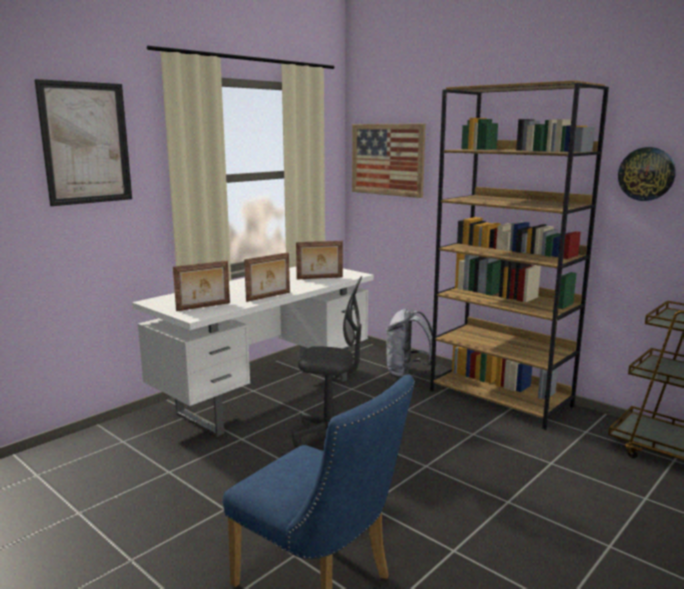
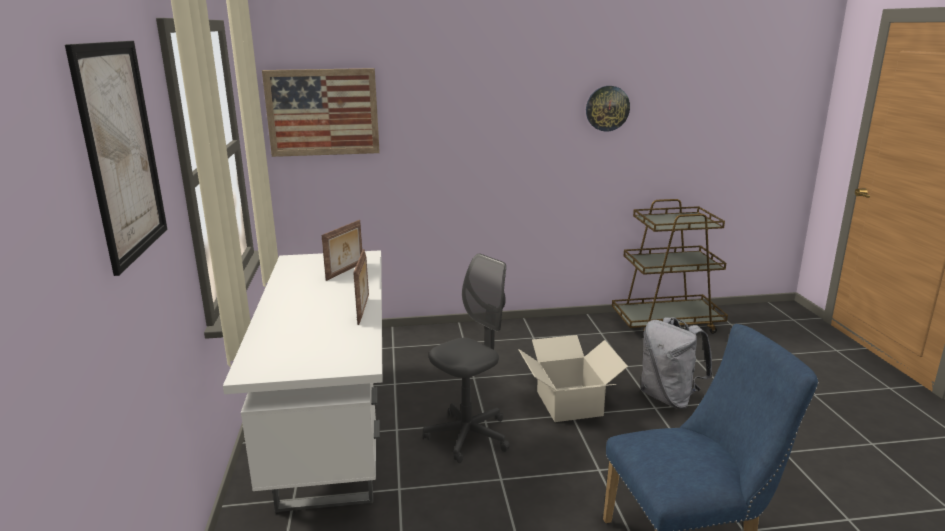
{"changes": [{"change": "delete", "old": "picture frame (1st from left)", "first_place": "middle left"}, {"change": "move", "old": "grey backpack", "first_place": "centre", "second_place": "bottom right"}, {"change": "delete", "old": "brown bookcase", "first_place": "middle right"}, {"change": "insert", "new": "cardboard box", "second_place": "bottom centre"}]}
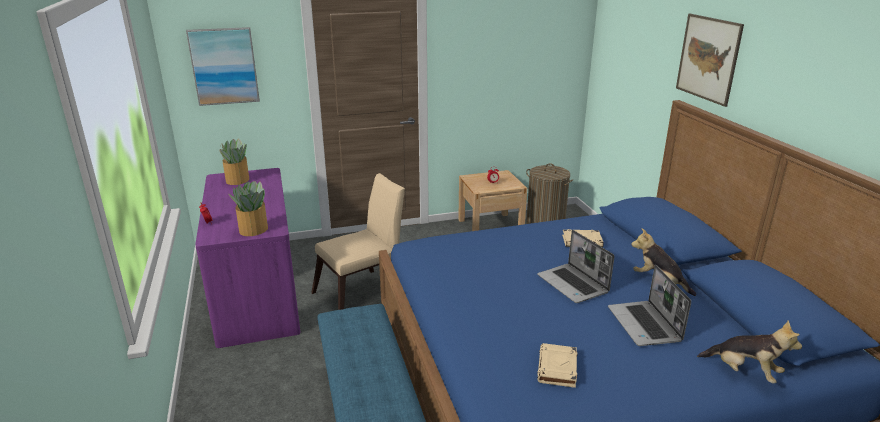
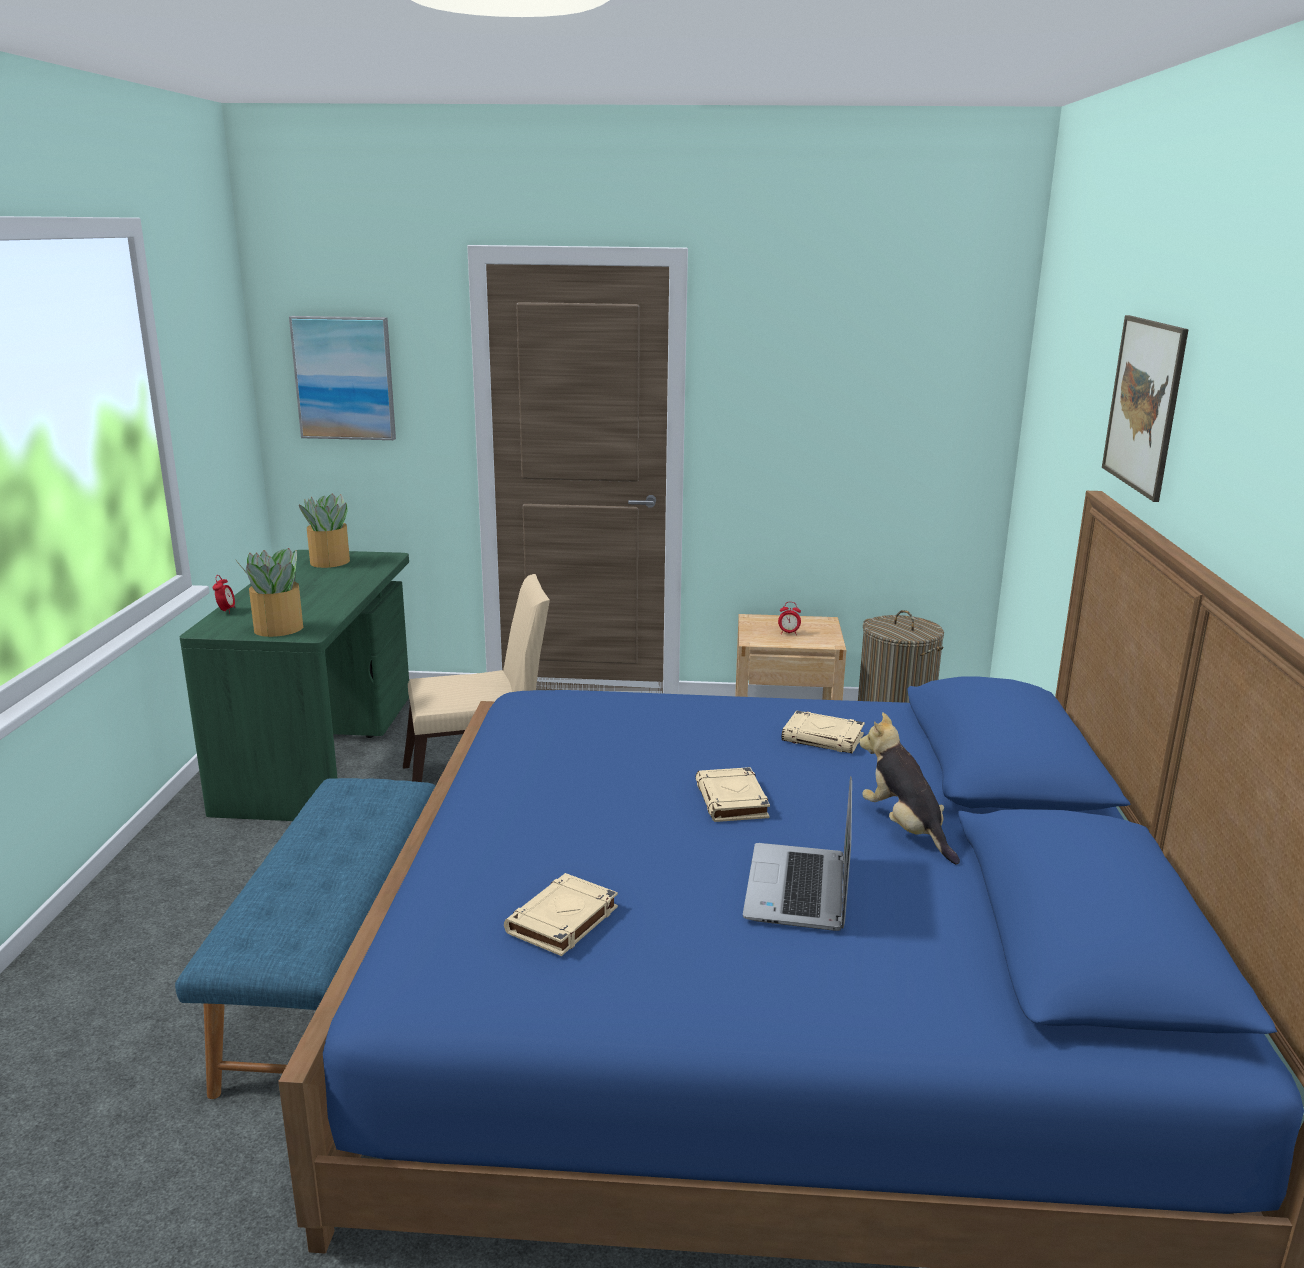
{"changes": [{"change": "recolor", "old": "purple desk", "new": "green desk", "first_place": "middle left", "second_place": "middle left"}, {"change": "replace", "old": "laptop (1st from left)", "new": "beige book (2nd from left)", "first_place": "centre", "second_place": "centre"}, {"change": "delete", "old": "plush toy (2nd from left)", "first_place": "bottom right"}]}
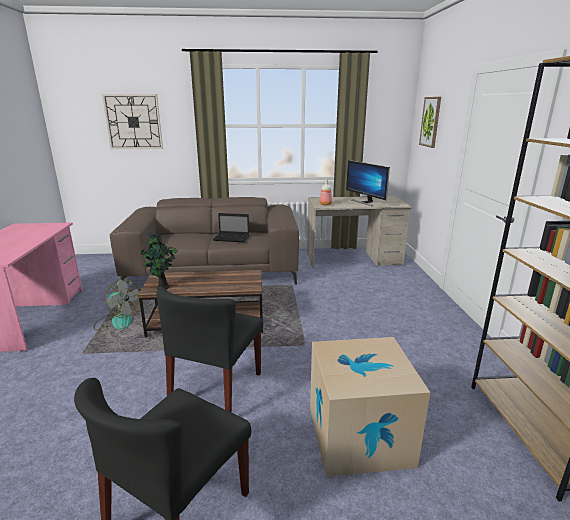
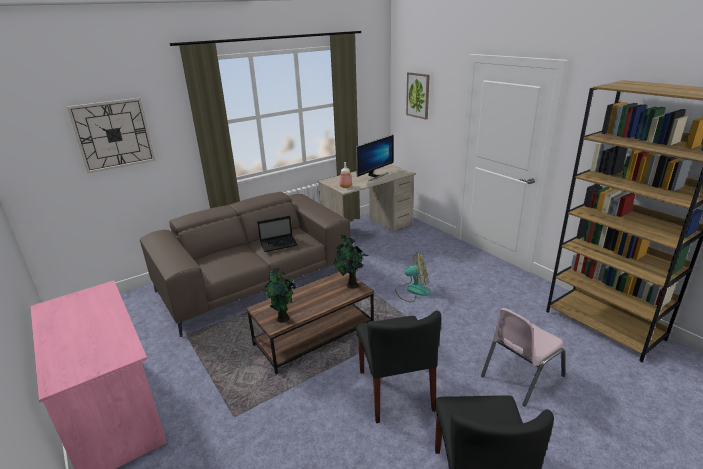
{"changes": [{"change": "move", "old": "fan", "first_place": "middle left", "second_place": "centre"}, {"change": "replace", "old": "cardboard box", "new": "pink chair", "first_place": "bottom centre", "second_place": "bottom right"}, {"change": "rotate", "old": "monitor", "first_place": "centre", "second_place": "centre", "degrees": -75}, {"change": "insert", "new": "potted plant (2nd from left)", "second_place": "centre"}]}
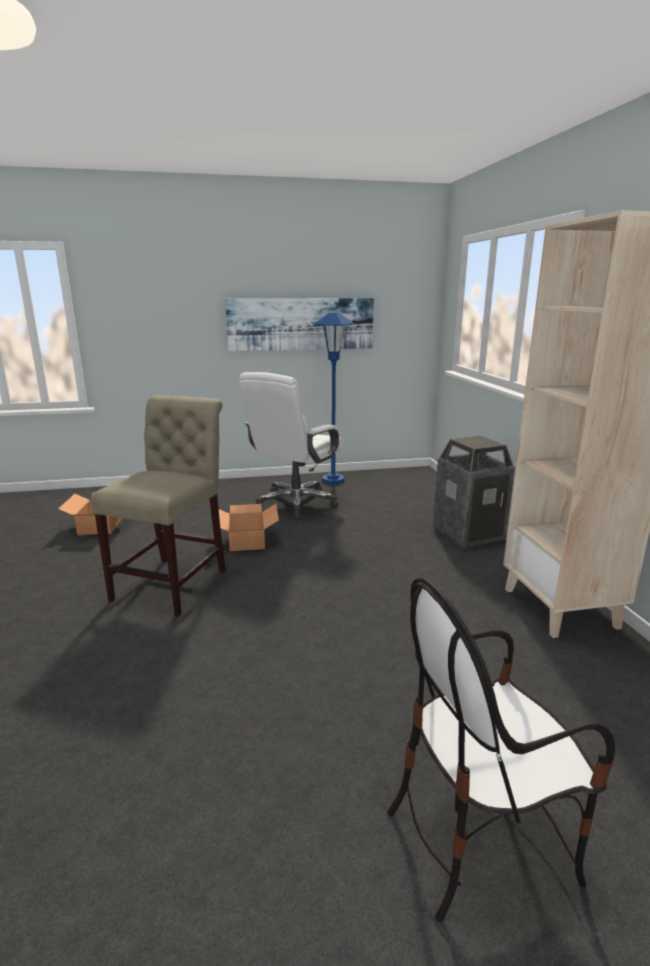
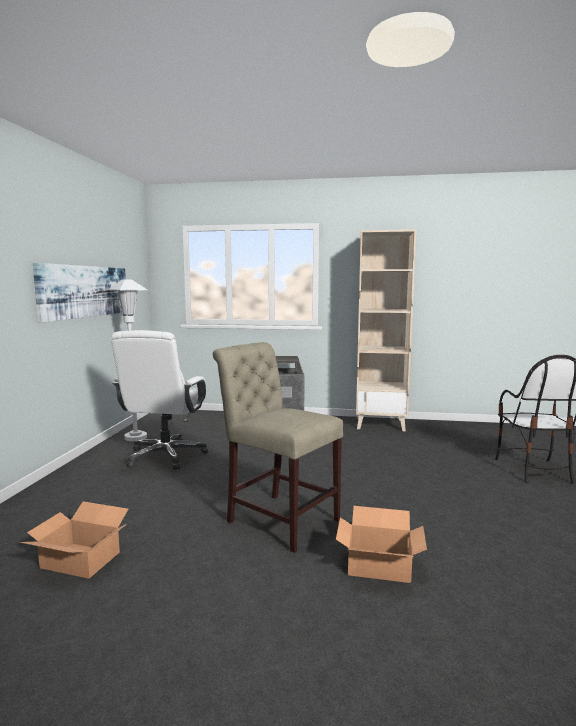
{"changes": [{"change": "move", "old": "cardboard box (2nd from left)", "first_place": "centre", "second_place": "bottom centre"}, {"change": "rotate", "old": "white office chair", "first_place": "centre", "second_place": "middle left", "degrees": 45}, {"change": "recolor", "old": "blue floor lamp", "new": "white floor lamp", "first_place": "centre", "second_place": "middle left"}]}
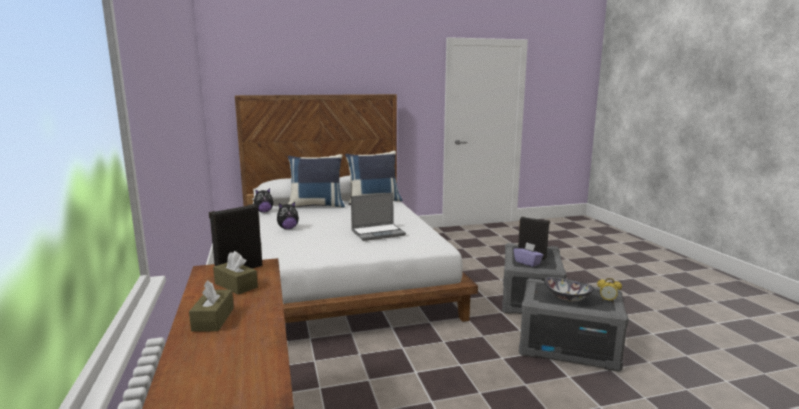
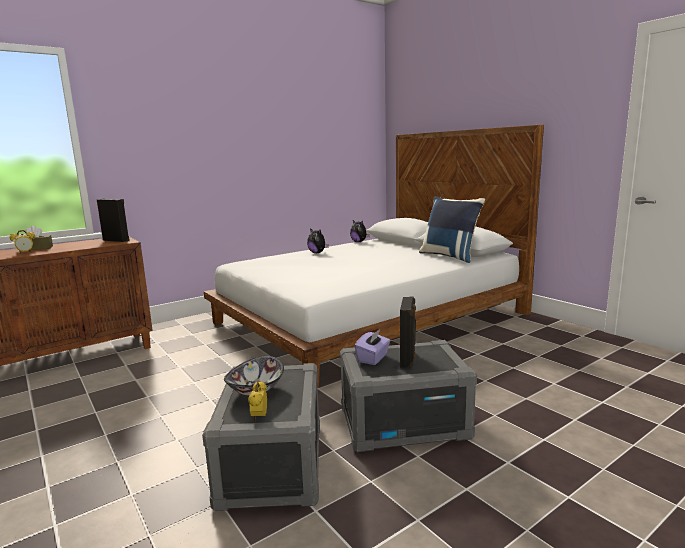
{"changes": [{"change": "delete", "old": "brown tissue box (2nd from left)", "first_place": "bottom left"}, {"change": "delete", "old": "blue pillow (1st from left)", "first_place": "centre"}, {"change": "delete", "old": "laptop", "first_place": "centre"}, {"change": "insert", "new": "alarm clock (1st from left)", "second_place": "middle left"}]}
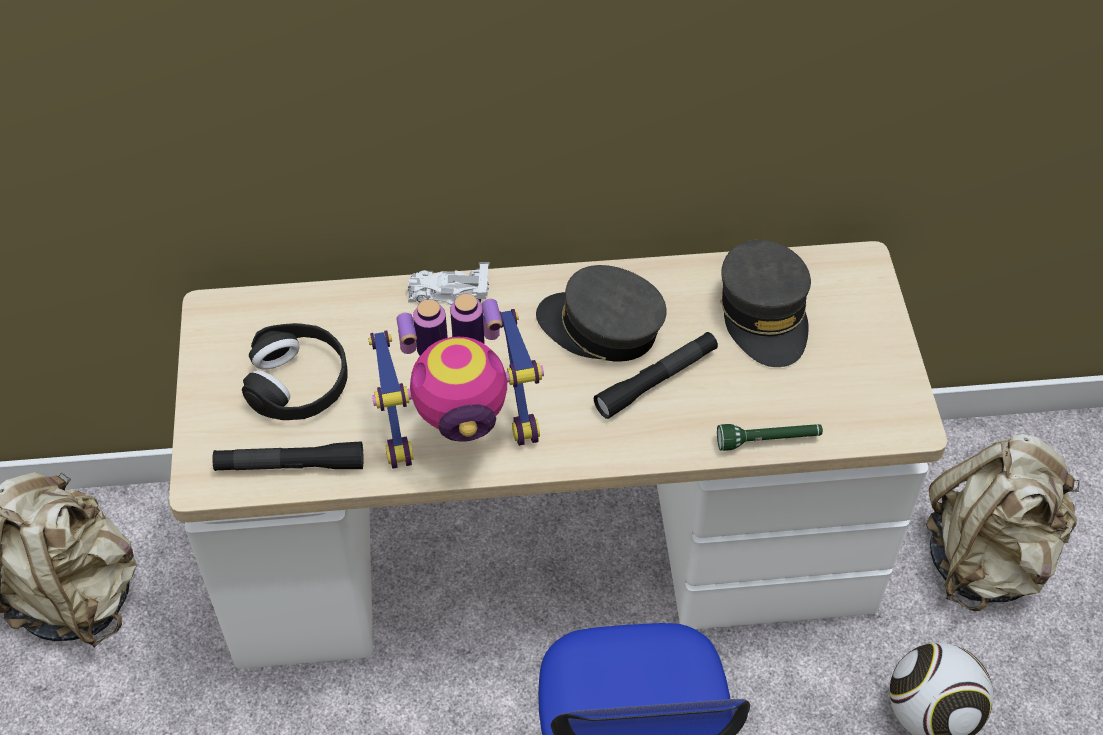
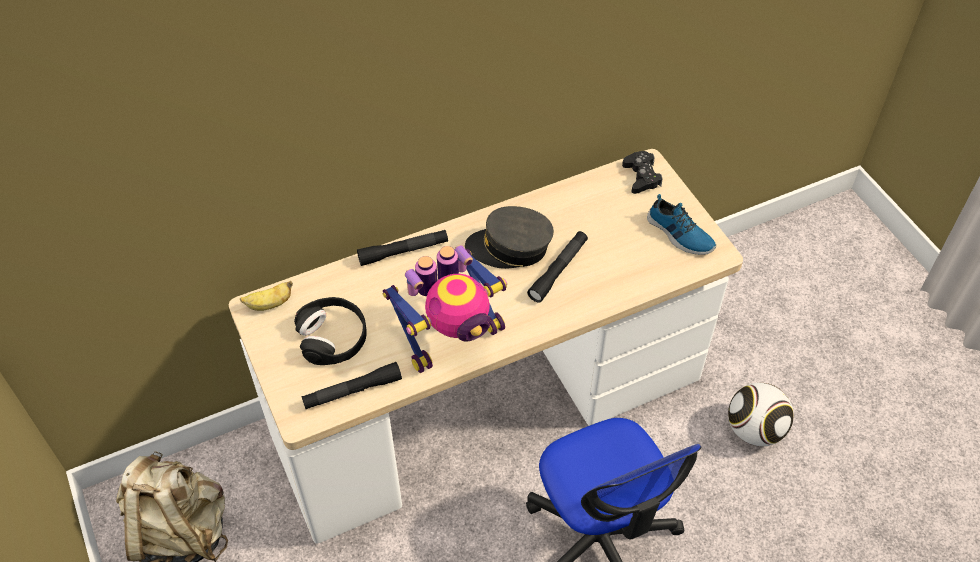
{"changes": [{"change": "replace", "old": "white toy car", "new": "black flashlight (2nd from left)", "first_place": "centre", "second_place": "centre"}, {"change": "delete", "old": "green flashlight", "first_place": "middle right"}, {"change": "delete", "old": "grey cap (2nd from left)", "first_place": "middle right"}, {"change": "delete", "old": "beige backpack (2nd from left)", "first_place": "bottom right"}, {"change": "insert", "new": "banana", "second_place": "middle left"}, {"change": "insert", "new": "black game controller", "second_place": "top centre"}, {"change": "insert", "new": "shoe", "second_place": "middle right"}]}
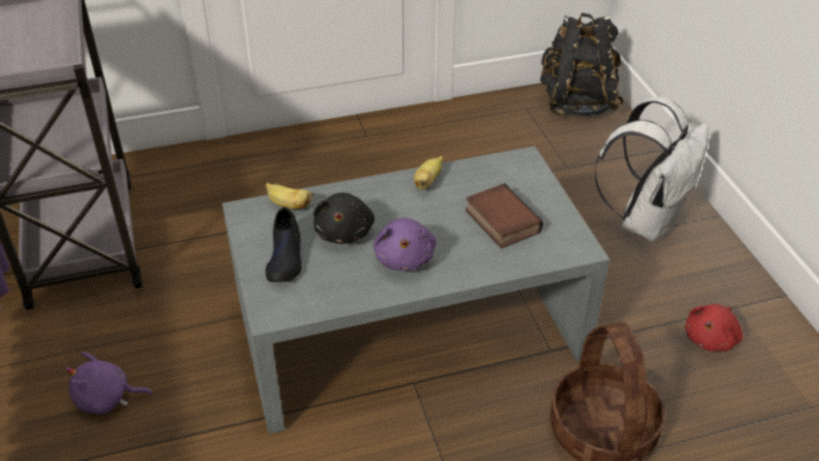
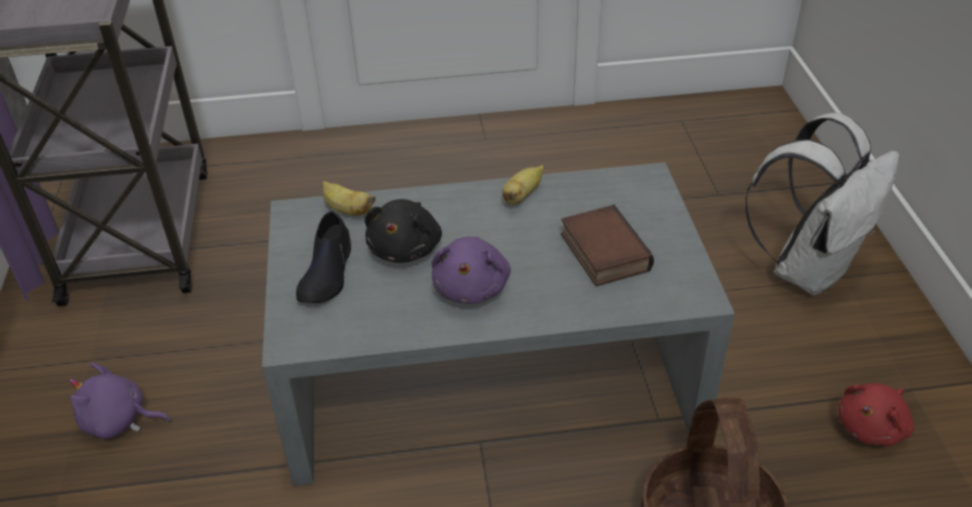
{"changes": [{"change": "delete", "old": "black backpack", "first_place": "top right"}]}
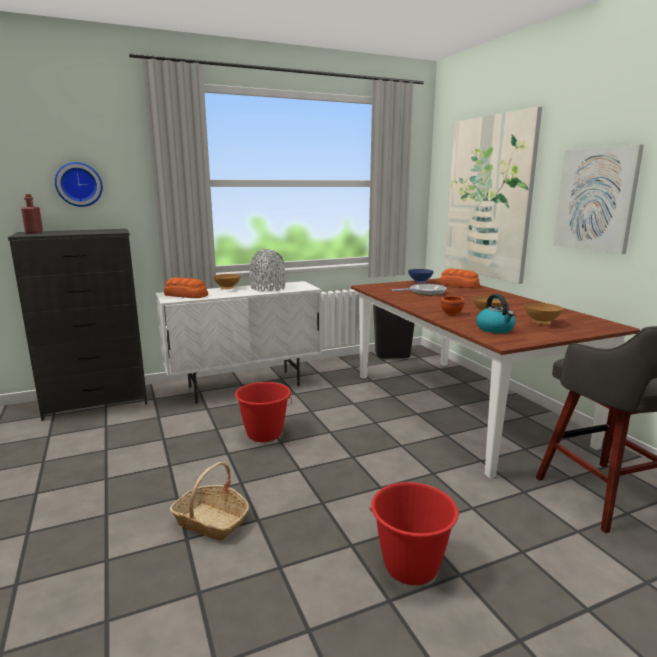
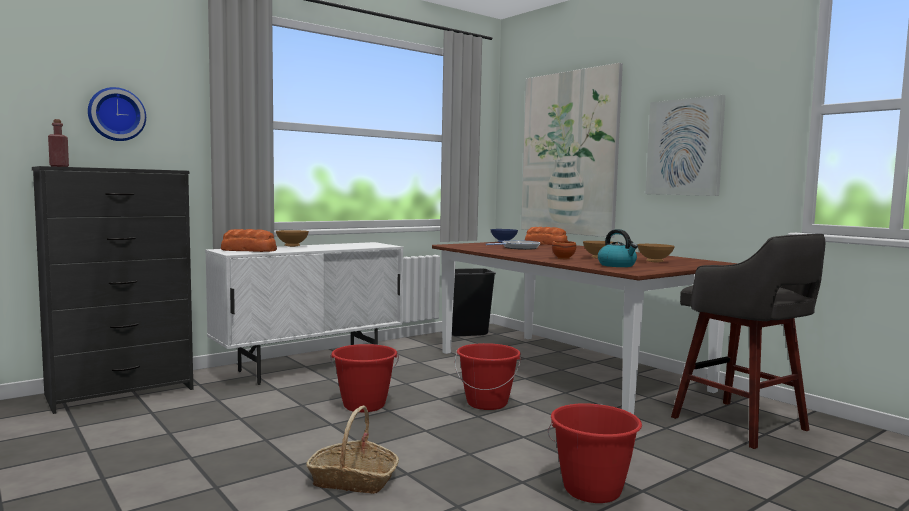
{"changes": [{"change": "delete", "old": "grey vase", "first_place": "centre"}, {"change": "insert", "new": "red bucket (2nd from left)", "second_place": "bottom centre"}]}
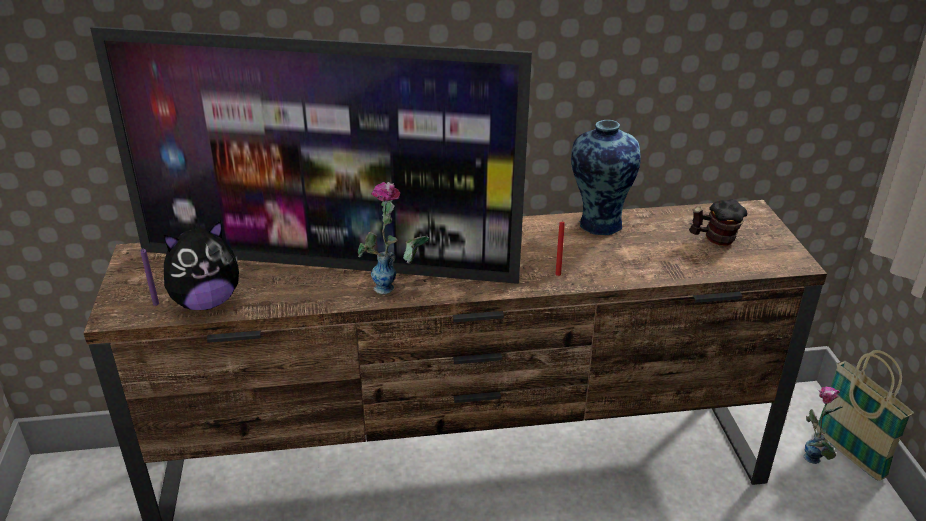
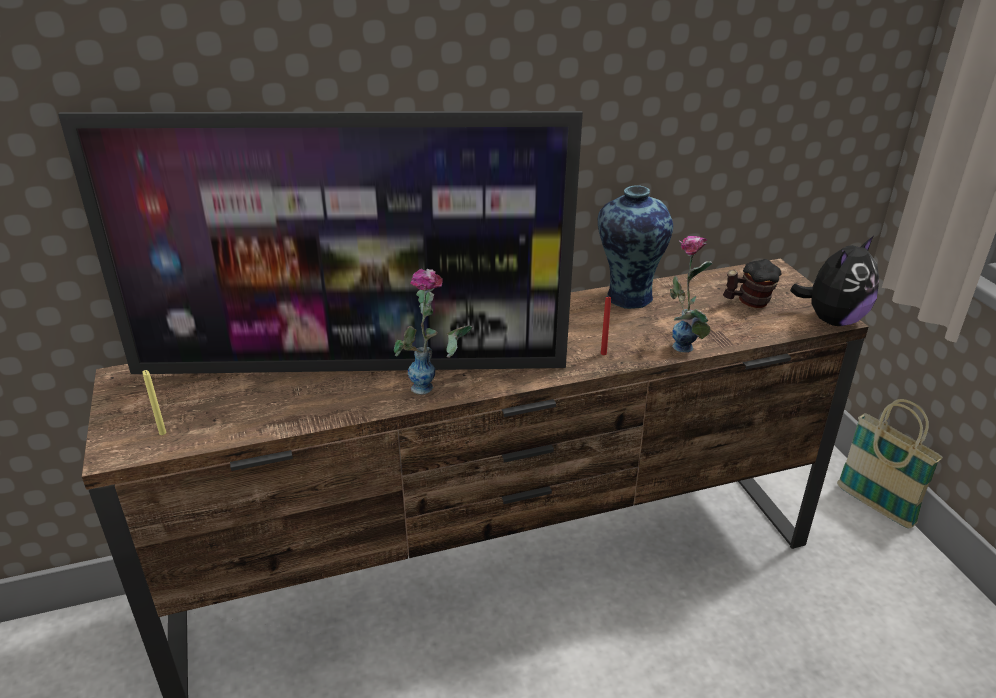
{"changes": [{"change": "recolor", "old": "purple candle", "new": "yellow candle", "first_place": "middle left", "second_place": "middle left"}, {"change": "move", "old": "plush toy", "first_place": "middle left", "second_place": "middle right"}, {"change": "move", "old": "vase (3rd from left)", "first_place": "bottom right", "second_place": "middle right"}]}
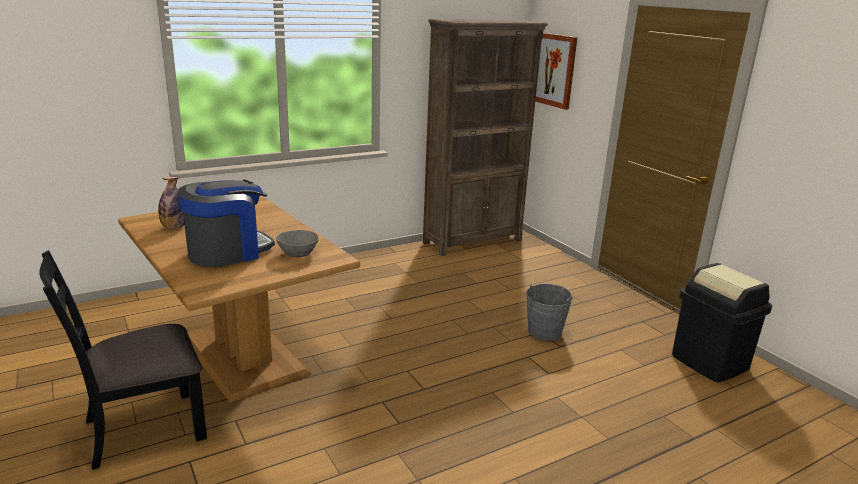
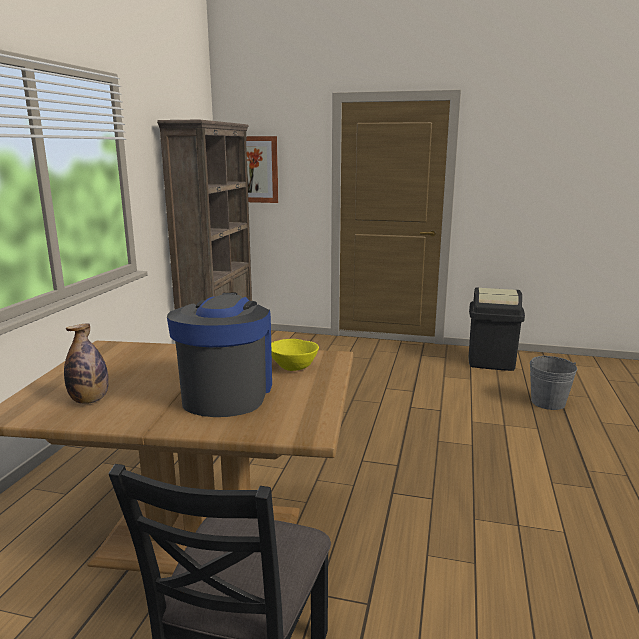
{"changes": [{"change": "recolor", "old": "grey bowl", "new": "yellow bowl", "first_place": "centre", "second_place": "centre"}, {"change": "move", "old": "grey bucket", "first_place": "centre", "second_place": "middle right"}]}
